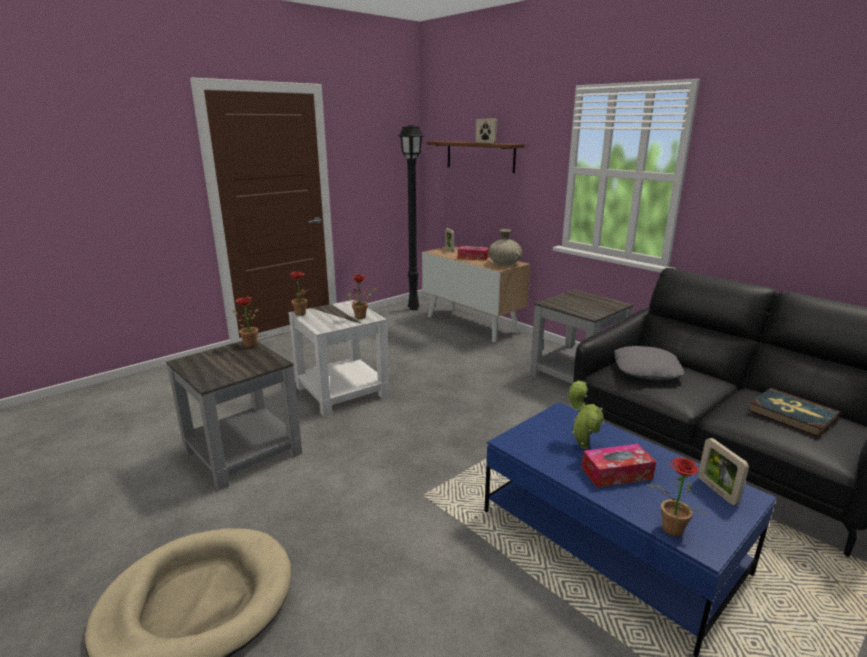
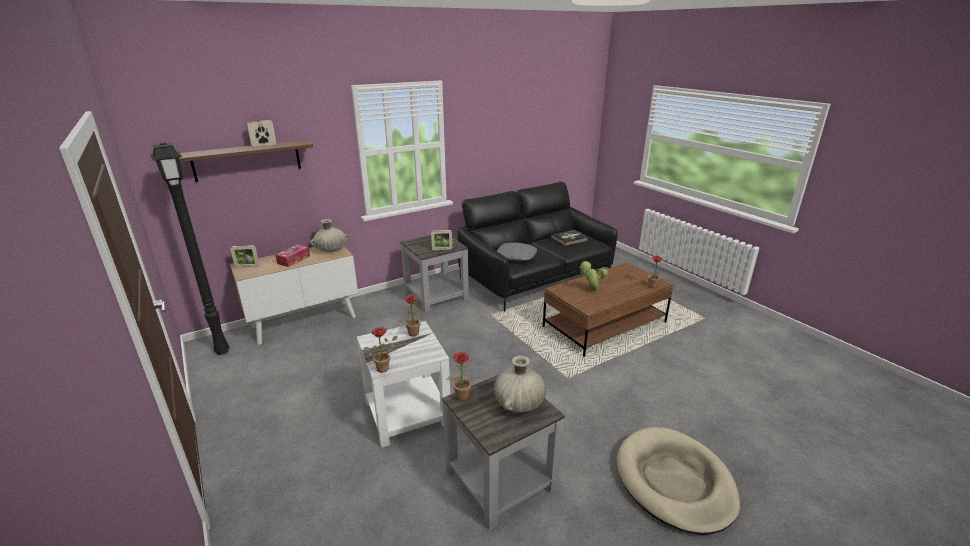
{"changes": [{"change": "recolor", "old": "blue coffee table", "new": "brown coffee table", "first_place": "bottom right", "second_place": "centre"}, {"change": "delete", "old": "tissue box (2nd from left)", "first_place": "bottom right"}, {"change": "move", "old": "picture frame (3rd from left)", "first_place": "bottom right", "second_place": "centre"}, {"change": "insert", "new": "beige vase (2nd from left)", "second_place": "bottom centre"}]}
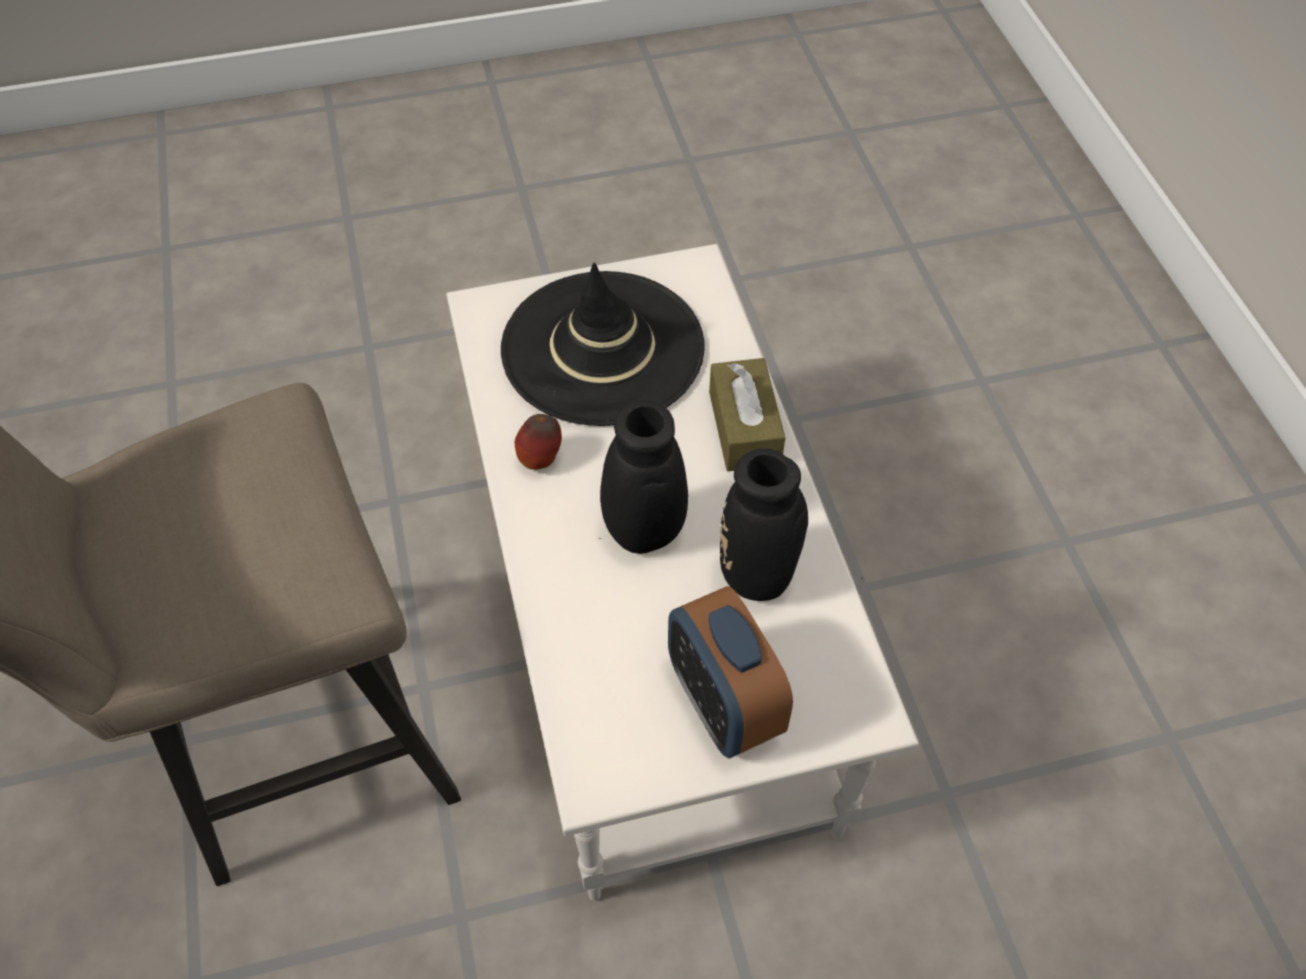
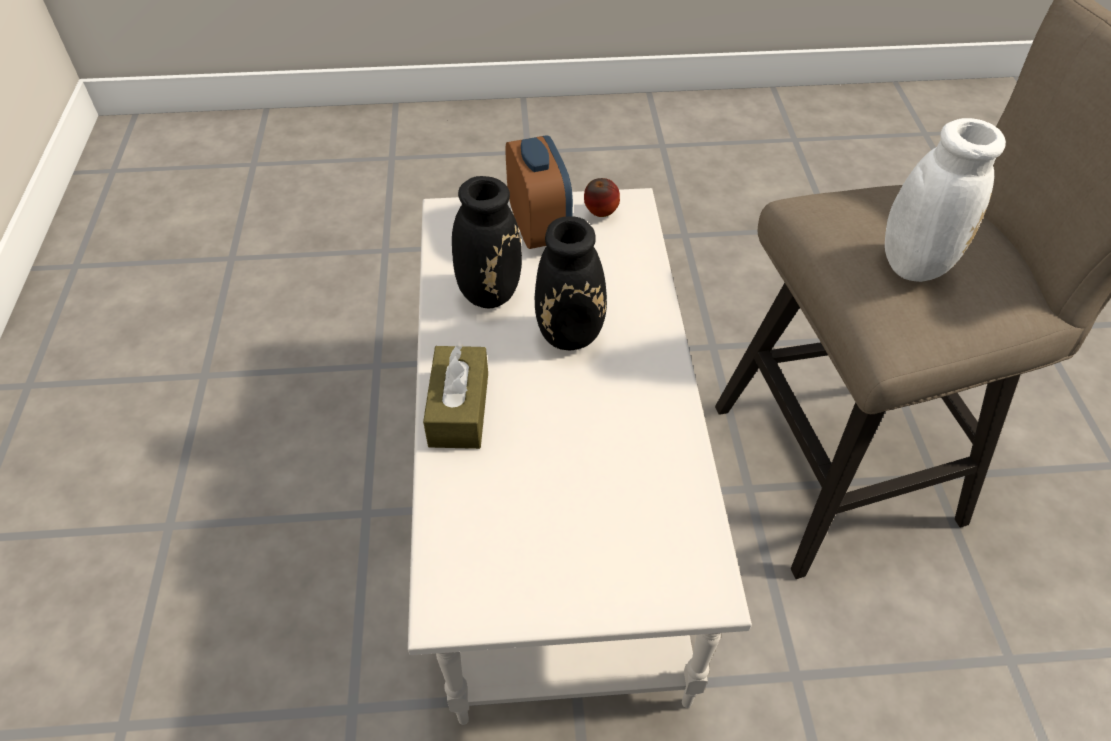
{"changes": [{"change": "delete", "old": "black hat", "first_place": "centre"}, {"change": "move", "old": "apple", "first_place": "centre", "second_place": "top centre"}, {"change": "insert", "new": "white vase", "second_place": "top right"}]}
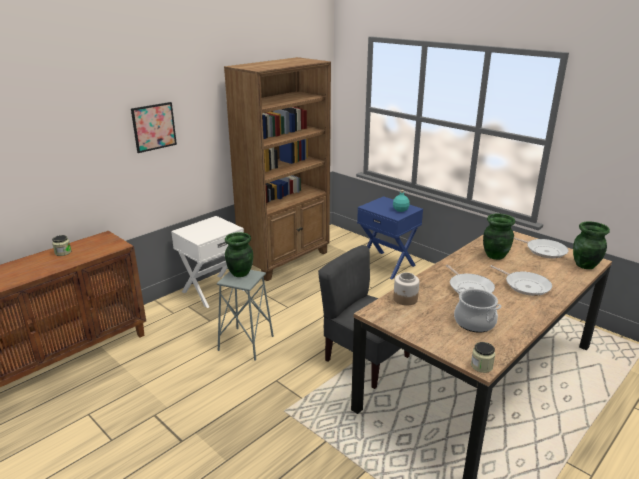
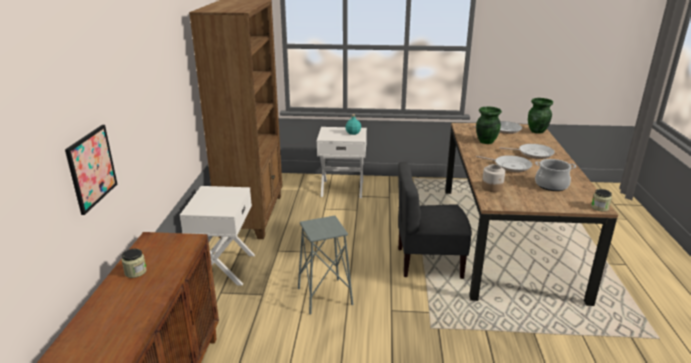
{"changes": [{"change": "move", "old": "picture", "first_place": "top left", "second_place": "middle left"}, {"change": "delete", "old": "green vase (1st from left)", "first_place": "centre"}, {"change": "recolor", "old": "blue nightstand", "new": "white nightstand (2nd from left)", "first_place": "centre", "second_place": "centre"}]}
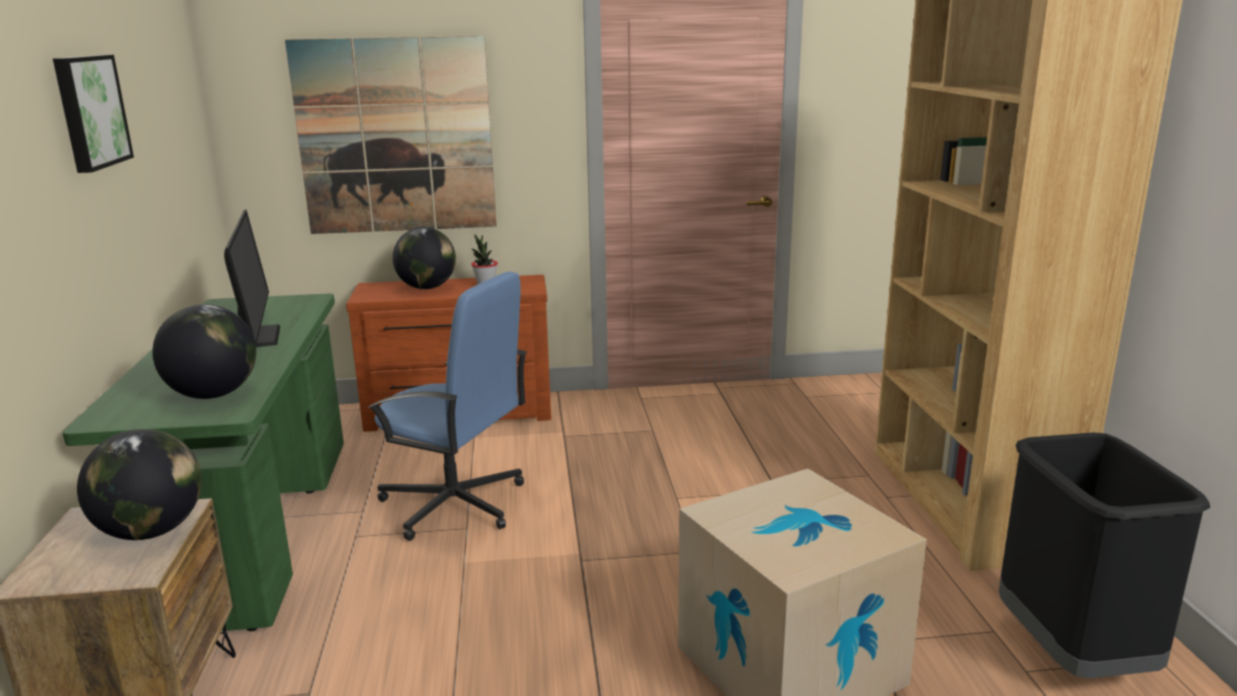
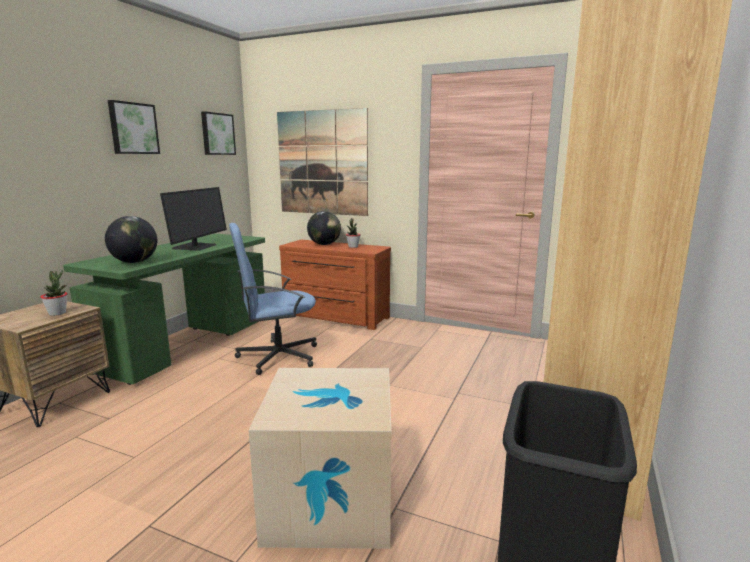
{"changes": [{"change": "replace", "old": "globe (1st from left)", "new": "potted plant (1st from left)", "first_place": "bottom left", "second_place": "middle left"}, {"change": "rotate", "old": "blue office chair", "first_place": "centre", "second_place": "centre", "degrees": 105}, {"change": "insert", "new": "picture (2nd from left)", "second_place": "top left"}]}
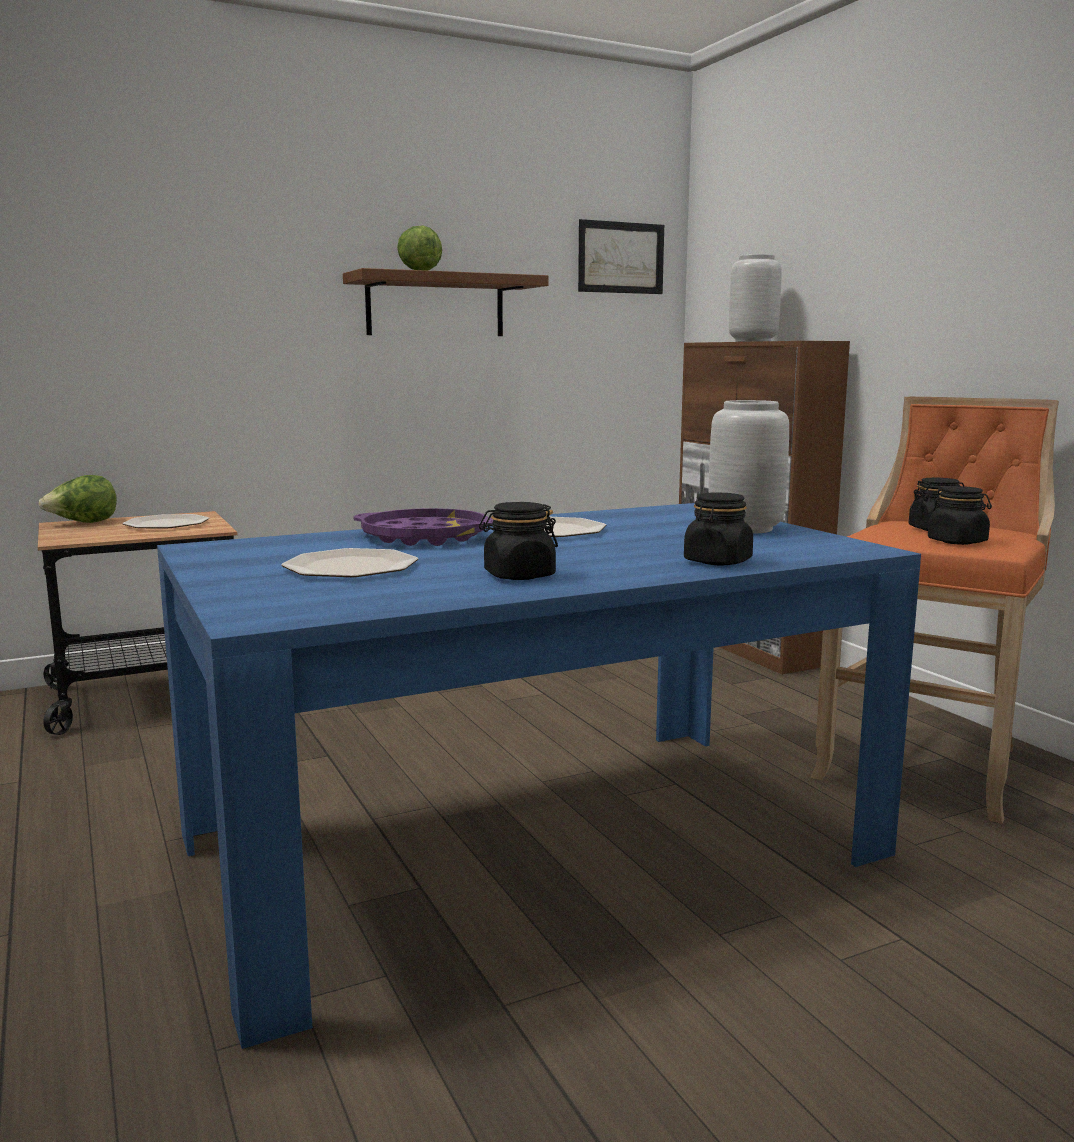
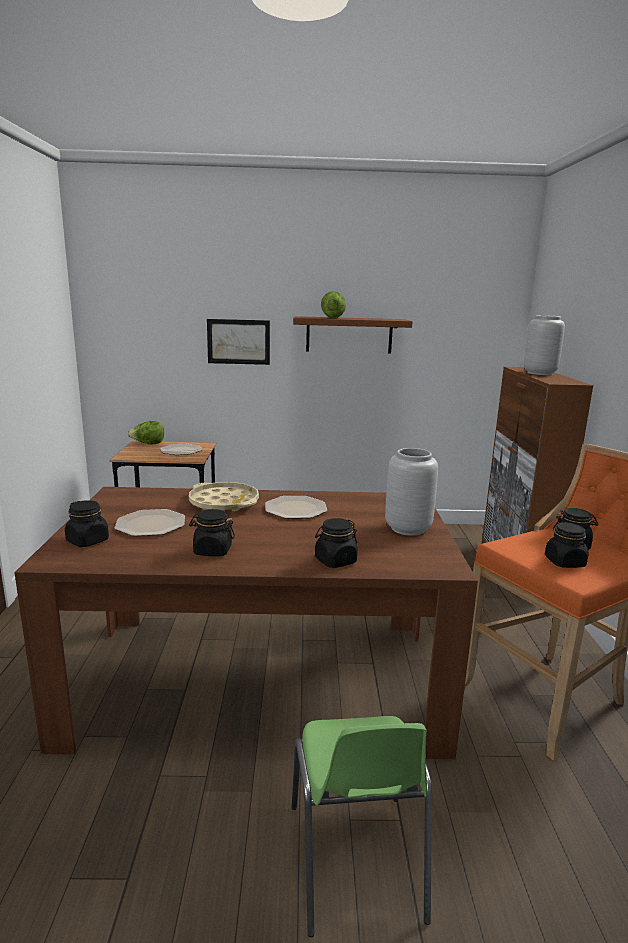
{"changes": [{"change": "recolor", "old": "blue dining table", "new": "brown dining table", "first_place": "bottom centre", "second_place": "centre"}, {"change": "recolor", "old": "purple tray", "new": "beige tray", "first_place": "centre", "second_place": "centre"}, {"change": "move", "old": "picture", "first_place": "top centre", "second_place": "centre"}, {"change": "insert", "new": "black jar (1st from left)", "second_place": "middle left"}, {"change": "insert", "new": "green chair", "second_place": "bottom centre"}]}
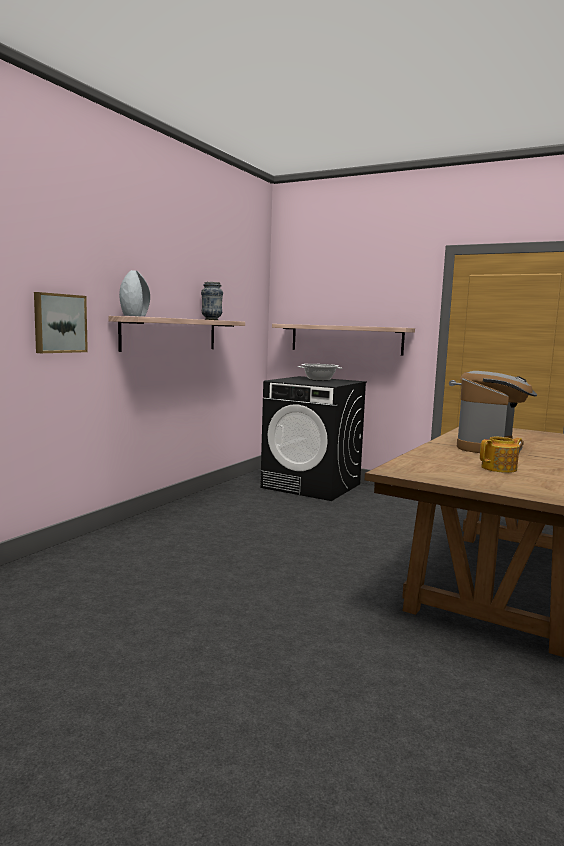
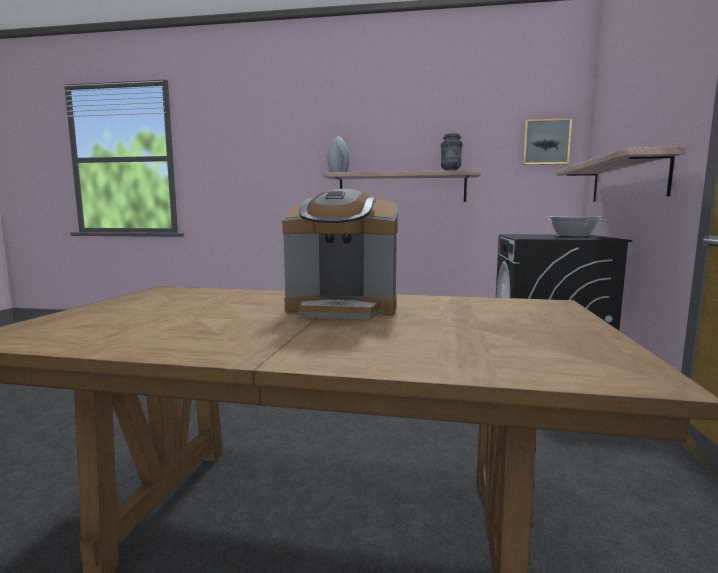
{"changes": [{"change": "move", "old": "picture", "first_place": "middle left", "second_place": "top right"}, {"change": "delete", "old": "teapot", "first_place": "middle right"}]}
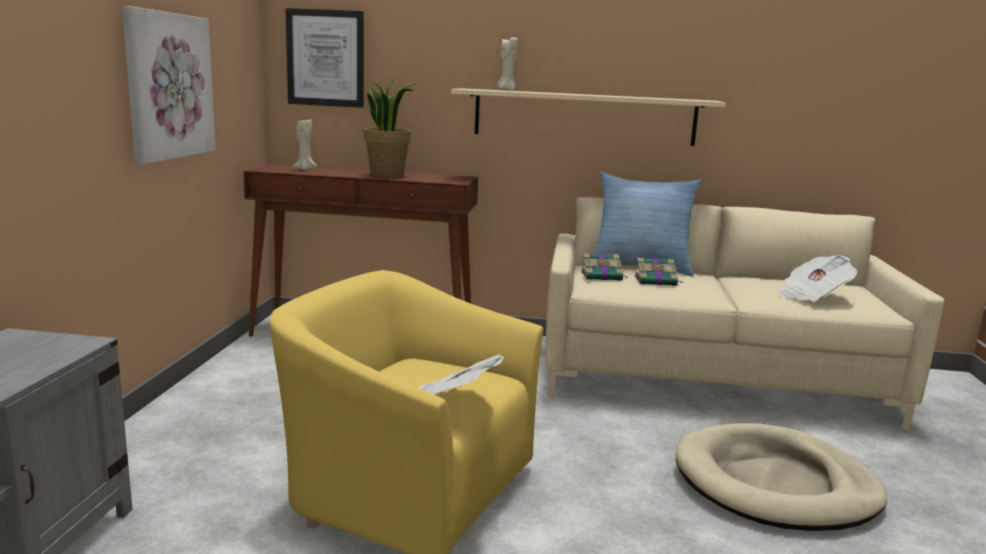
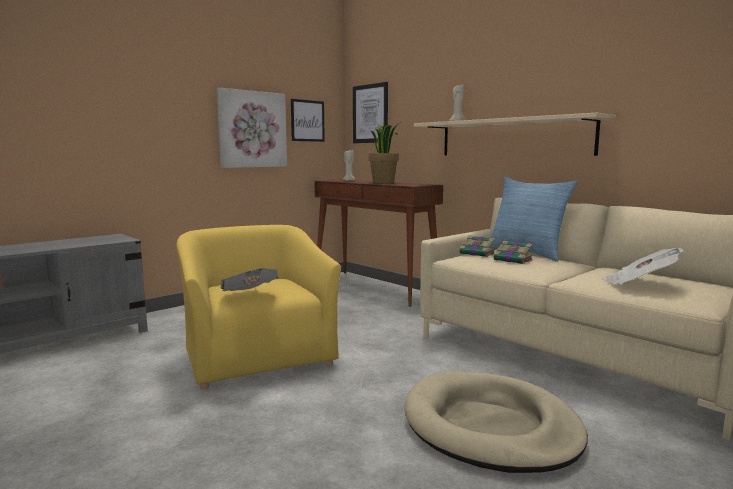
{"changes": [{"change": "insert", "new": "picture (2nd from left)", "second_place": "top centre"}]}
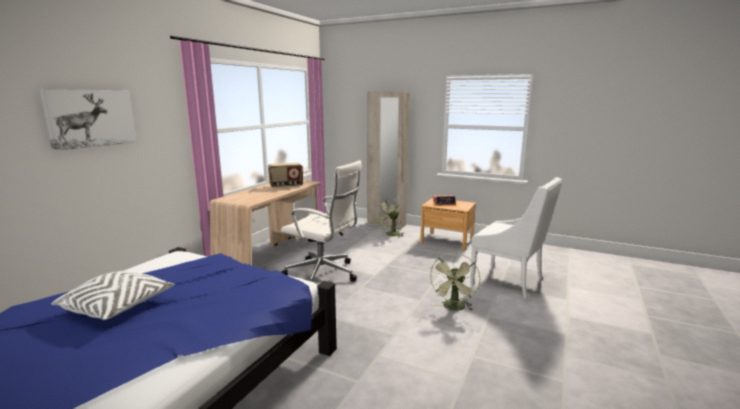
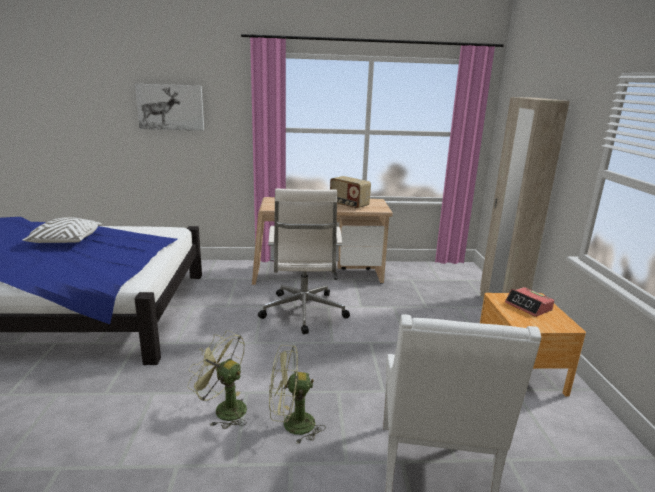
{"changes": [{"change": "move", "old": "green fan (1st from left)", "first_place": "centre", "second_place": "bottom left"}]}
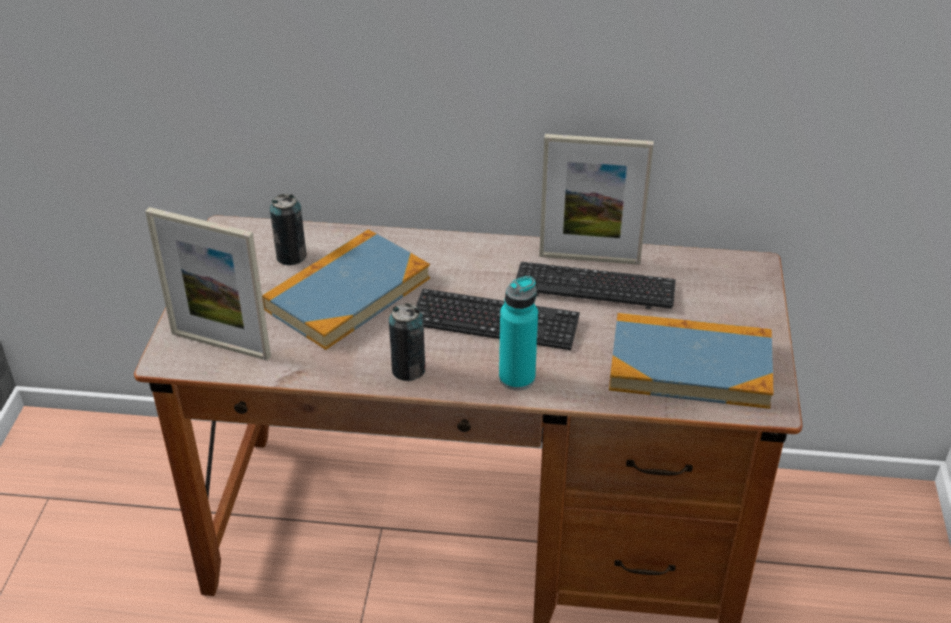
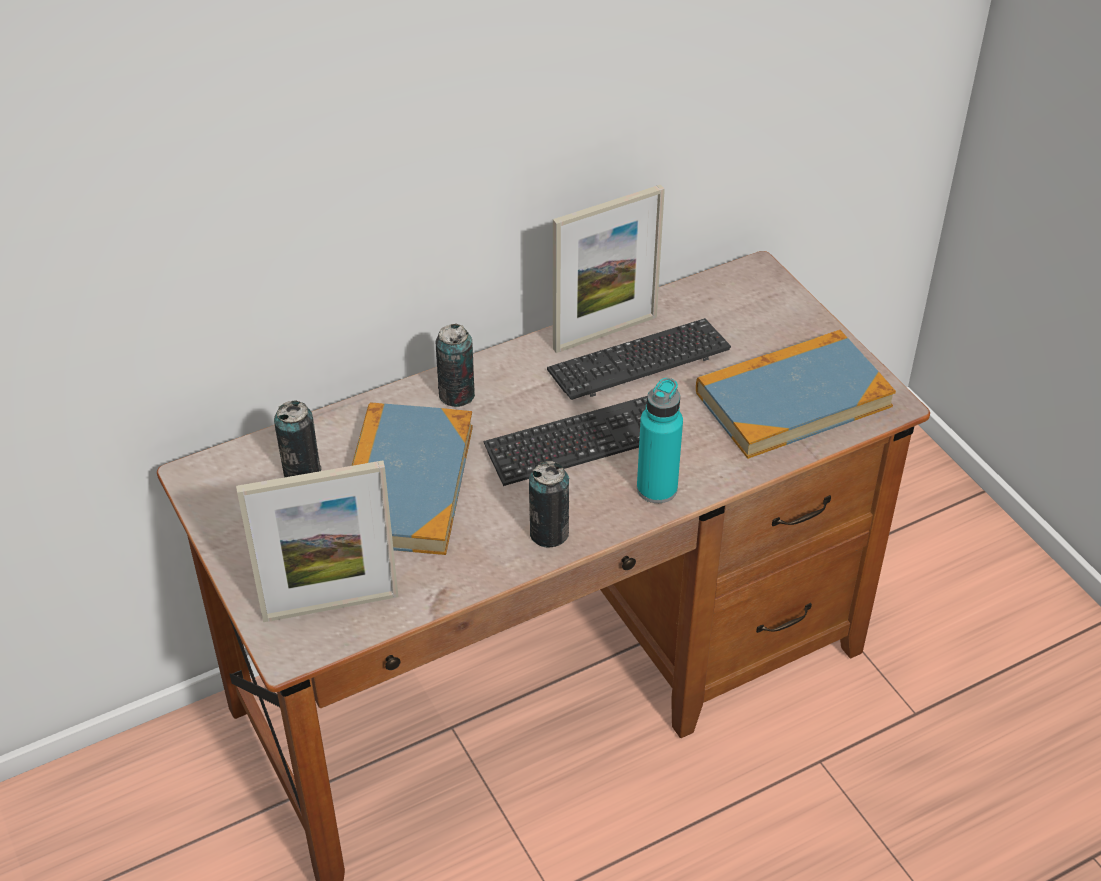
{"changes": [{"change": "insert", "new": "can (2nd from left)", "second_place": "centre"}]}
